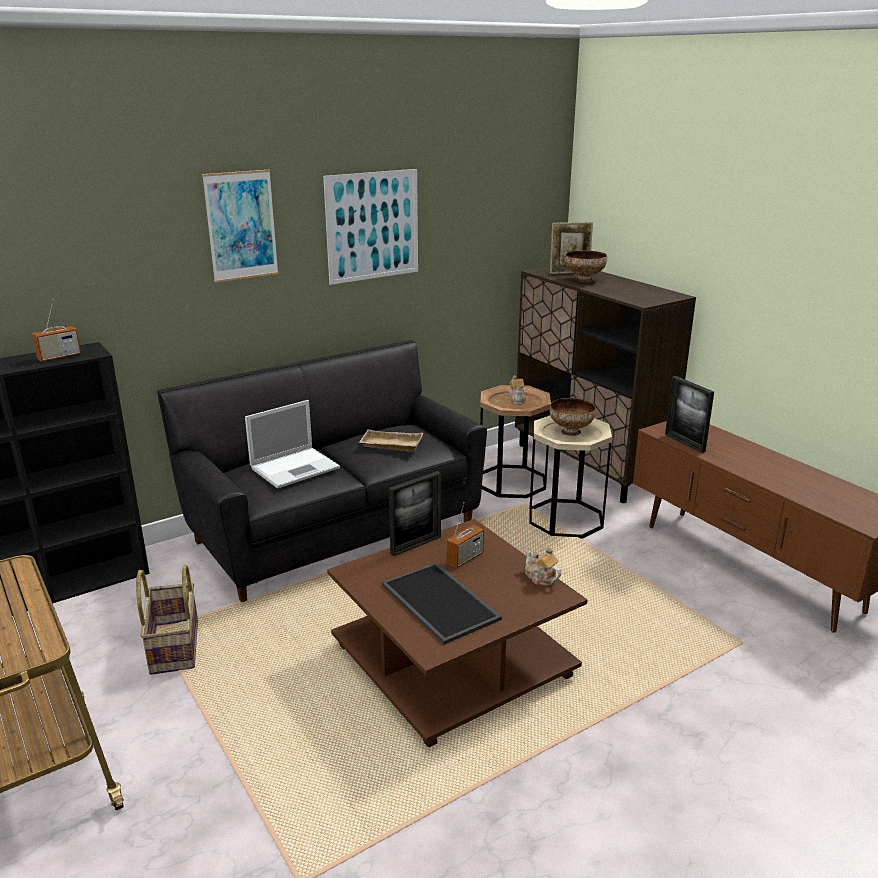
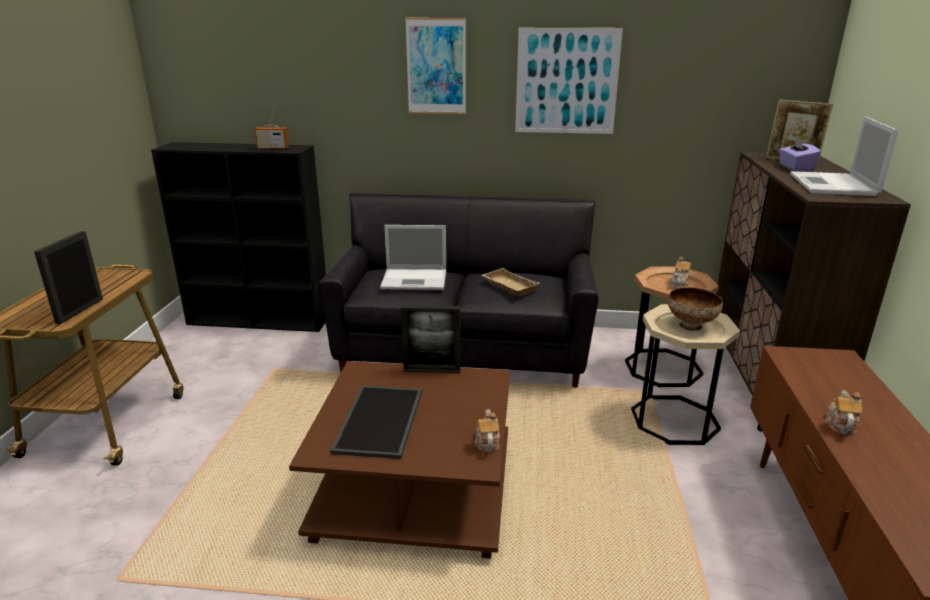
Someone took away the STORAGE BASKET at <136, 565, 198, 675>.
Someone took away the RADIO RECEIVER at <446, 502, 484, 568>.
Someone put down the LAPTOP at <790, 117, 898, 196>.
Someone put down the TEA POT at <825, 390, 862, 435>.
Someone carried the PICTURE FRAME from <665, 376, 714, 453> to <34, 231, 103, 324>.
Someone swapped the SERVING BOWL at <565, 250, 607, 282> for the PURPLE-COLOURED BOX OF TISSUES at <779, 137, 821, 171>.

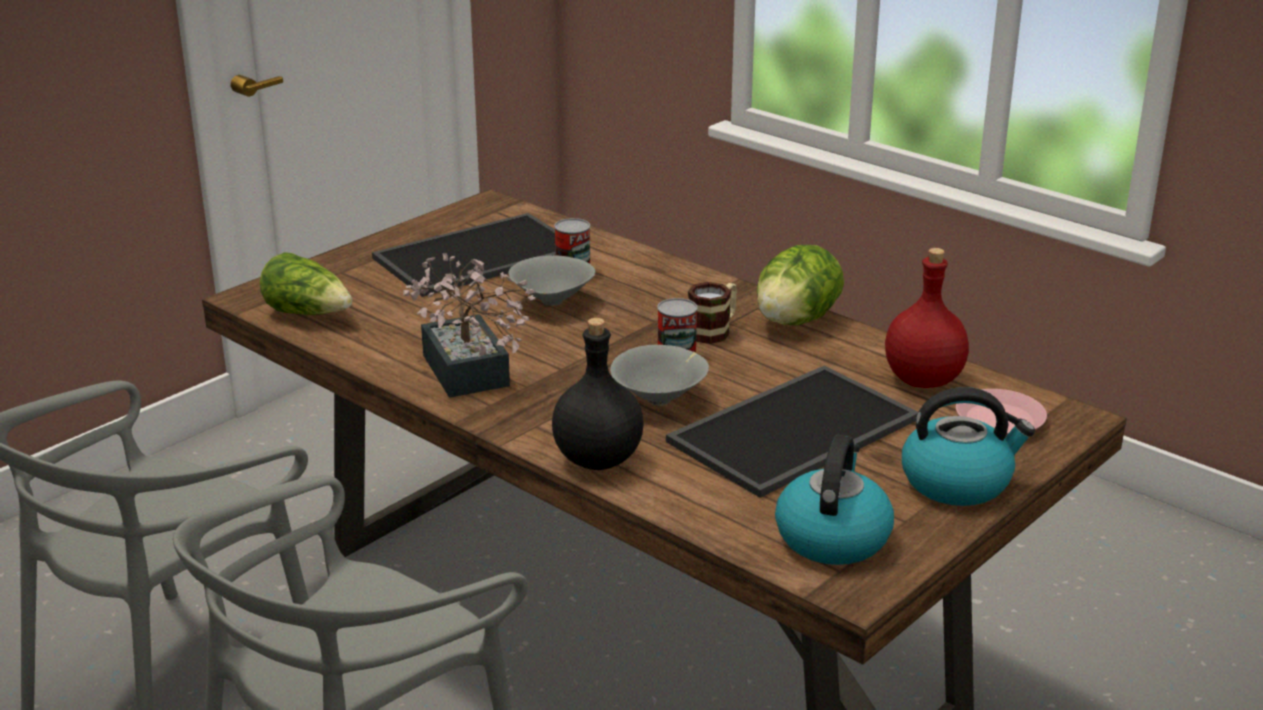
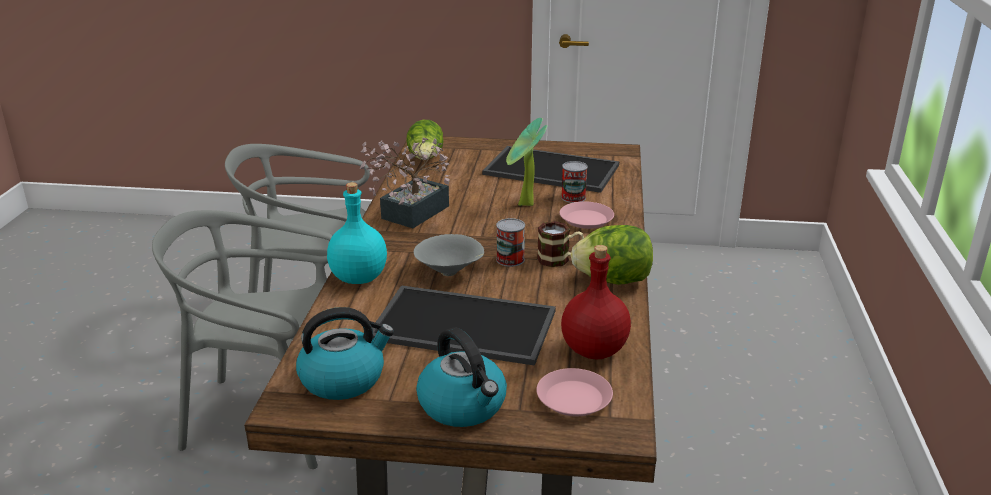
Someone put down the PINK-COLOURED FLAT DISH at <560, 202, 614, 229>.
Someone swapped the GREYISH SERVING BOWL at <509, 255, 595, 306> for the POTTED PLANT at <506, 118, 547, 206>.
Someone repainted the BLACKISH BOTTLE at <552, 318, 644, 470>, which became the TURQUOISE-COLOURED BOTTLE at <327, 182, 387, 284>.

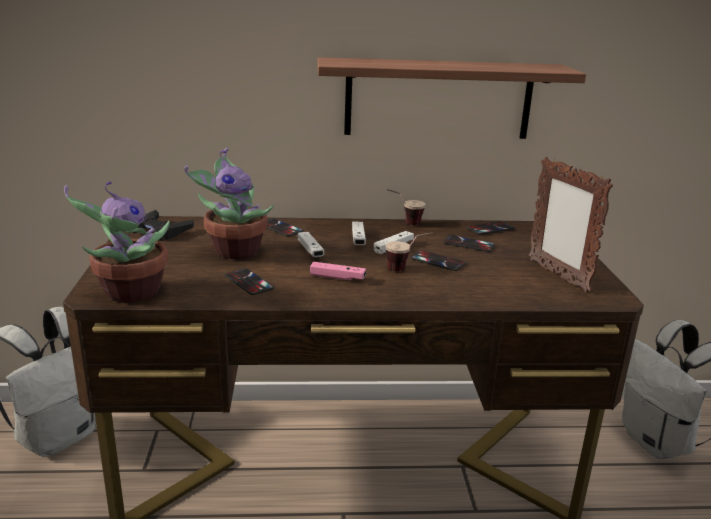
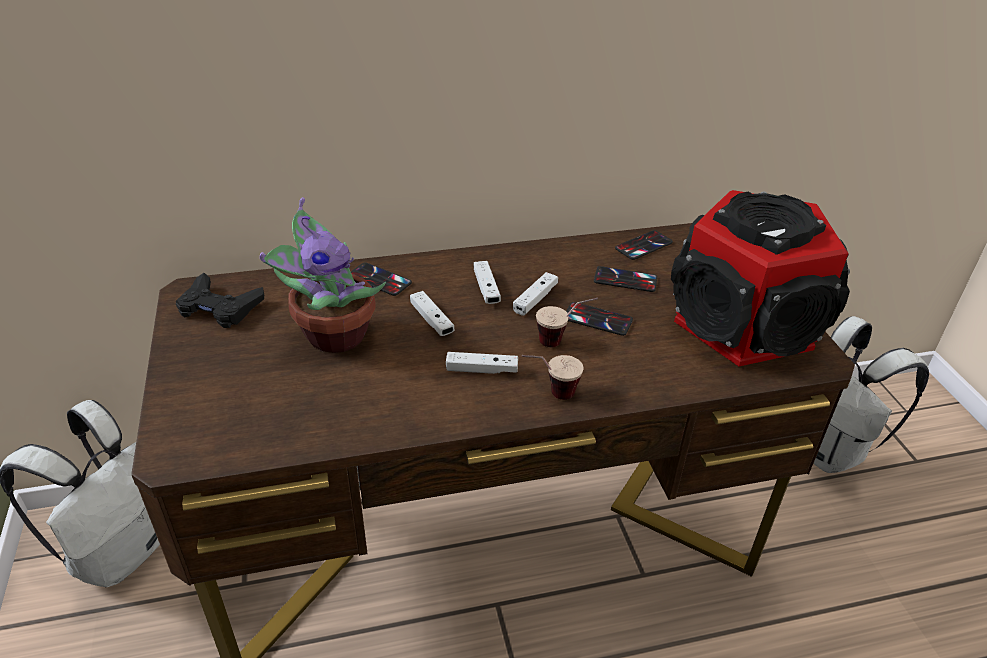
Someone took away the POTTED PLANT at <64, 181, 170, 302>.
Someone took away the PHONE at <225, 268, 274, 295>.
Someone took away the SHELF at <317, 57, 586, 139>.
Someone carried the SMALL CUP from <387, 189, 425, 225> to <521, 355, 584, 400>.
Someone swapped the PICTURE FRAME at <529, 157, 613, 292> for the SPEAKER at <671, 190, 850, 367>.
Someone repainted the PINK-COLOURED GAMEPAD at <310, 262, 366, 280>, which became the WHITE-COLOURED GAMEPAD at <446, 352, 518, 374>.

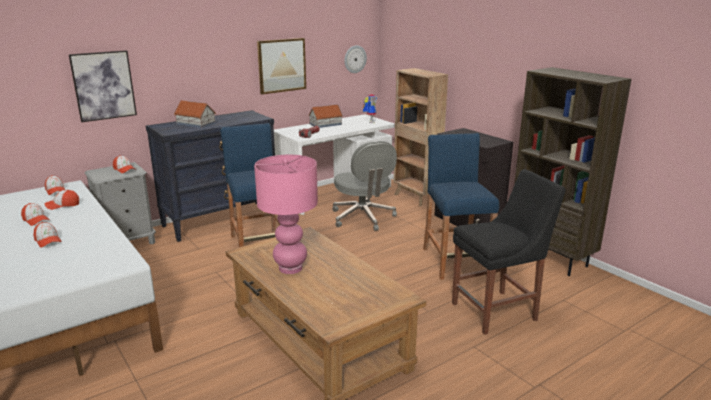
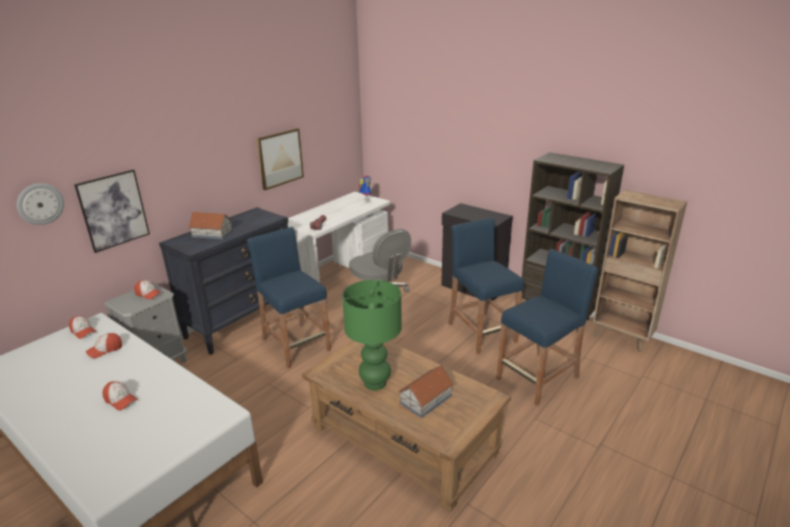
Someone took away the PEAKED CAP at <21, 203, 50, 226>.
Someone carried the MINIATURE HOUSE from <308, 104, 343, 128> to <398, 365, 454, 418>.
Someone carried the HANGING CLOCK from <344, 45, 367, 73> to <17, 183, 64, 225>.
Someone carried the BROWN BOOKCASE from <393, 68, 448, 207> to <593, 190, 687, 352>.
Someone swapped the BLACKISH PLAIN CHAIR at <452, 169, 566, 335> for the BLUE-COLOURED STOOL SEAT at <496, 249, 598, 406>.
Someone repainted the PINK-COLOURED TABLETOP LAMP at <254, 155, 318, 274>, which became the GREEN TABLETOP LAMP at <342, 280, 402, 390>.

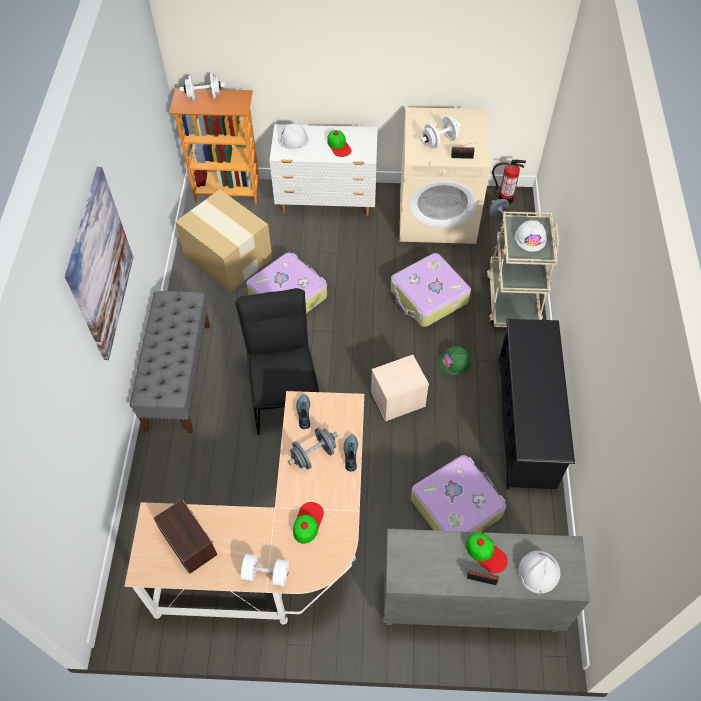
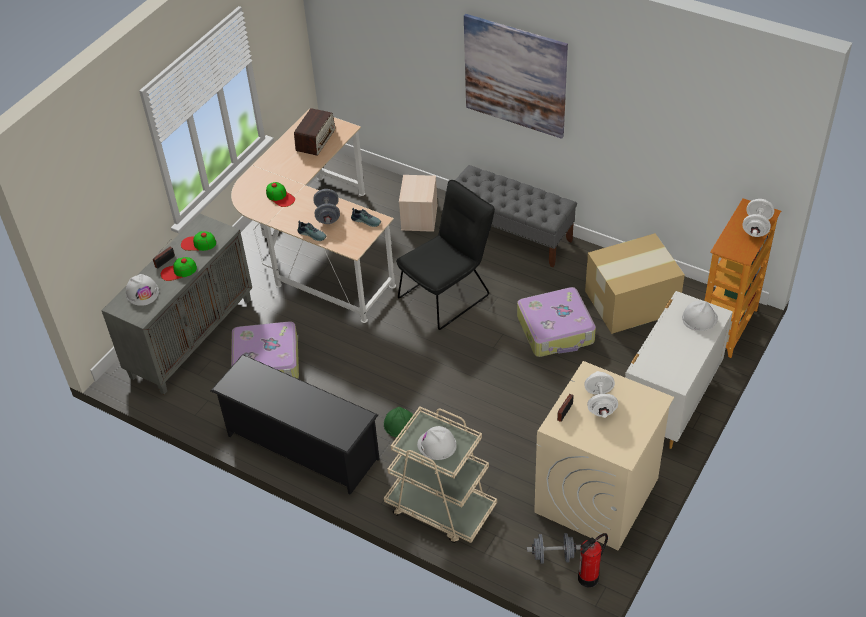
Someone took away the WHITE-COLOURED HAND WEIGHT at <241, 554, 289, 586>.
Someone took away the TRAVEL CASE at <390, 253, 471, 327>.
Someone carried the PEAKED CAP from <327, 130, 351, 157> to <181, 231, 216, 251>.
Someone carried the BEIGE STORAGE BOX from <371, 355, 429, 421> to <399, 175, 438, 232>.
Someone rotated the RADIO RECEIVER at <154, 499, 217, 574> by 60 degrees counterclockwise.
Someone rotated the BLACKISH PLAIN CHAIR at <235, 288, 319, 435> by 60 degrees counterclockwise.

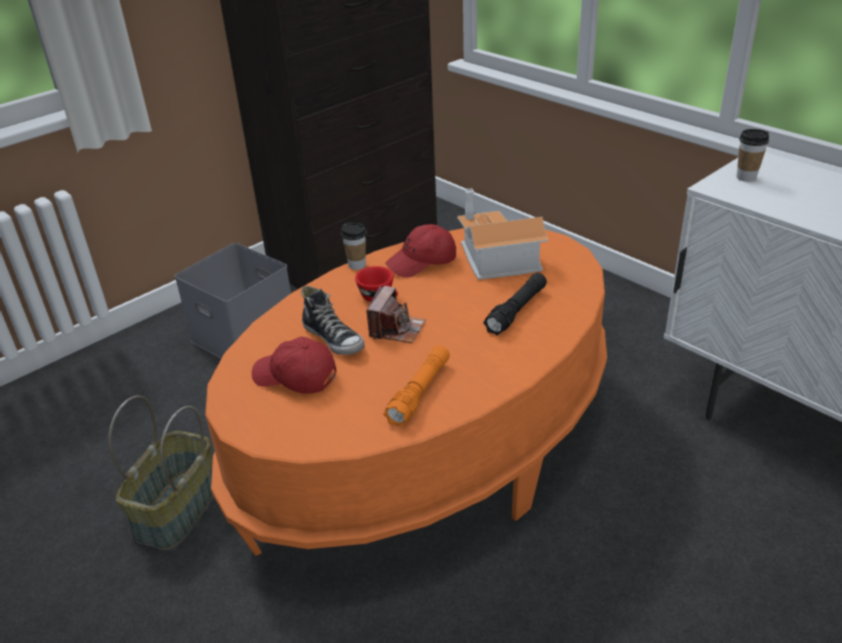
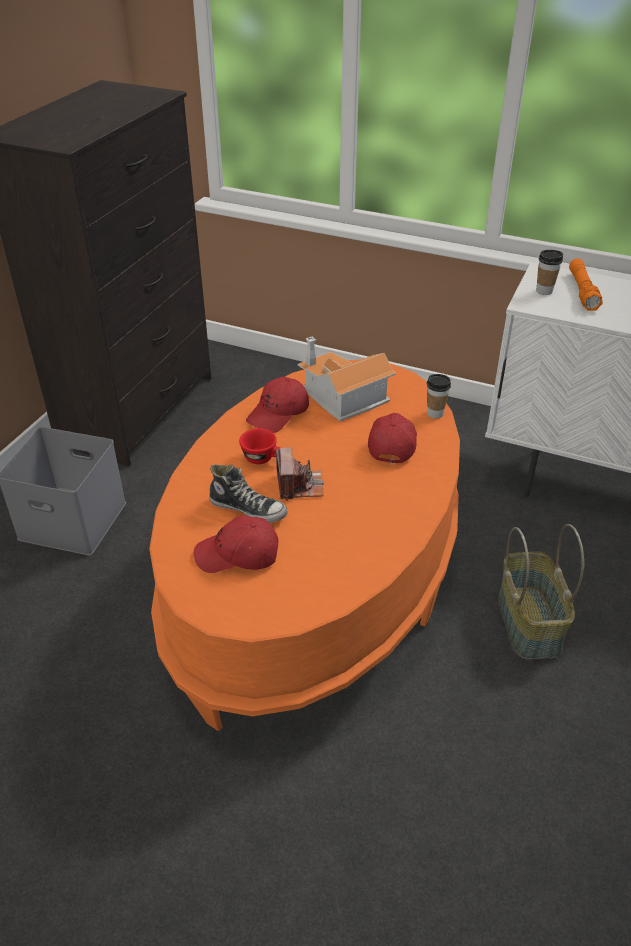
Someone carried the STORAGE BASKET from <108, 395, 213, 550> to <498, 524, 584, 660>.
Someone carried the SMALL CUP from <341, 223, 366, 270> to <427, 374, 451, 419>.
Someone carried the ORANGE-COLOURED TORCH from <383, 345, 450, 427> to <569, 258, 603, 311>.
Someone swapped the BLACKISH TORCH at <483, 273, 547, 335> for the RED-COLOURED PEAKED CAP at <368, 413, 417, 464>.

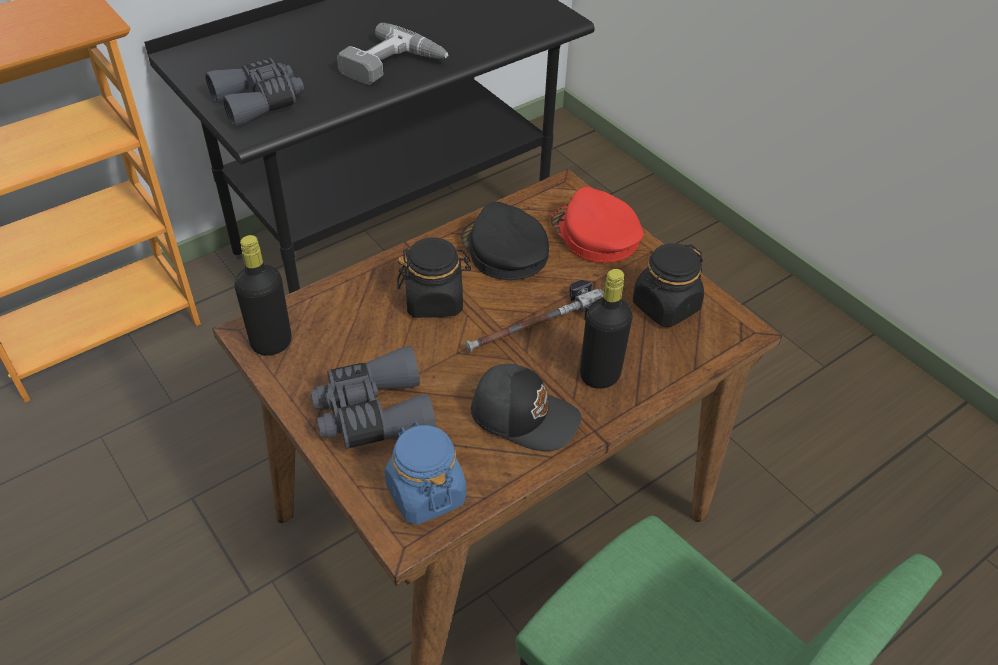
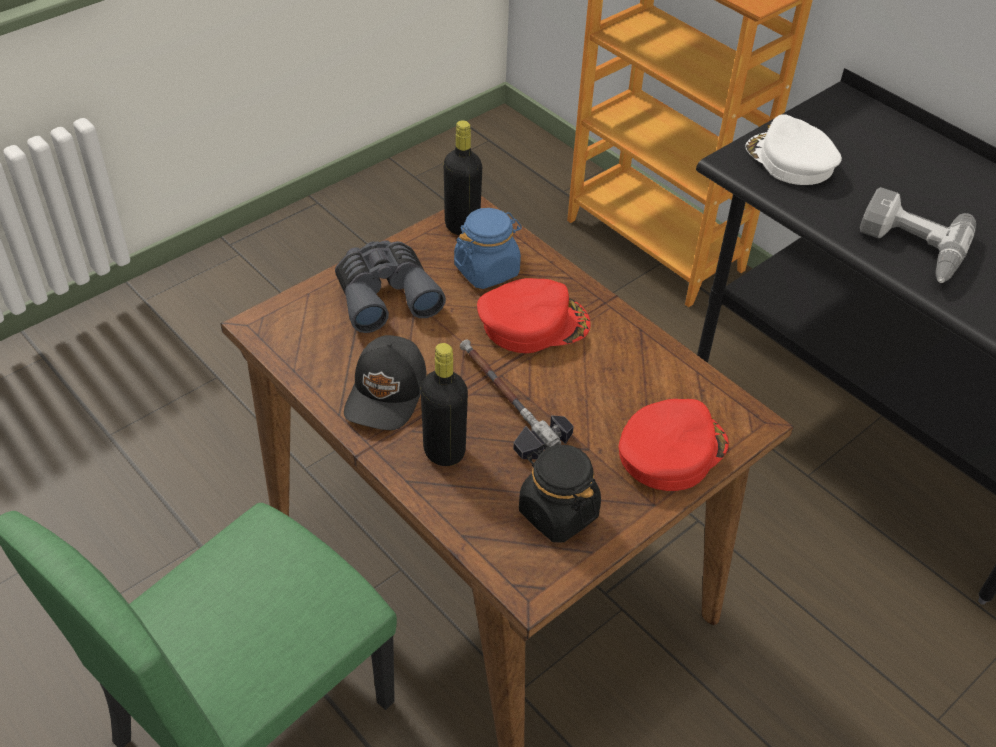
Someone took away the BLACKISH PEAKED CAP at <461, 202, 549, 280>.
Someone carried the BLUE-COLOURED STORAGE JAR from <385, 422, 466, 525> to <454, 208, 522, 289>.
Someone swapped the GREYISH FIELD GLASSES at <205, 58, 304, 128> for the WHITE-COLOURED PEAKED CAP at <746, 114, 842, 185>.
Someone swapped the BLACKISH STORAGE JAR at <397, 237, 472, 318> for the RED-COLOURED PEAKED CAP at <477, 278, 591, 353>.

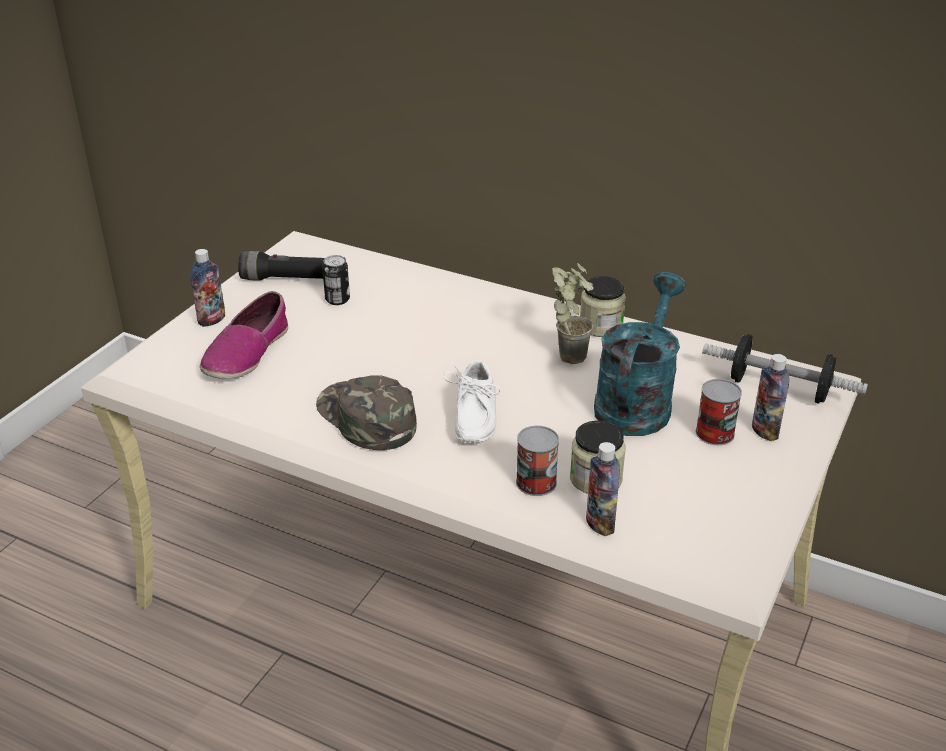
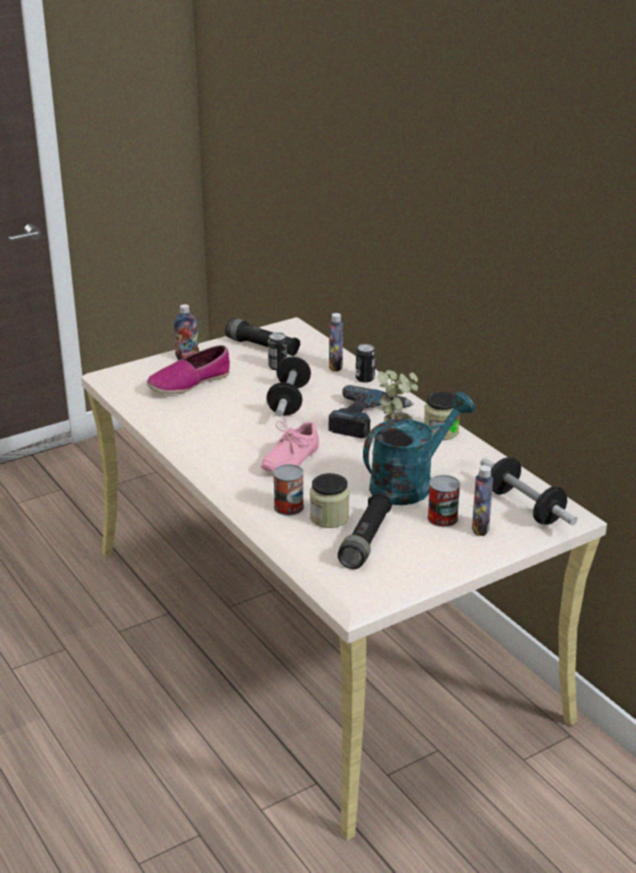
Someone took away the GREEN PEAKED CAP at <316, 375, 417, 450>.
Someone put down the HAND WEIGHT at <266, 356, 311, 417>.
Someone put down the DRILL at <329, 385, 414, 438>.
Someone put down the BLACKISH TORCH at <338, 493, 392, 569>.
Someone put down the SEALED CAN at <356, 344, 375, 383>.
Someone carried the BOTTLE from <586, 442, 620, 536> to <329, 313, 343, 372>.
Someone repainted the WHITE-COLOURED ITEM OF FOOTWEAR at <443, 360, 501, 443>, which became the PINK-COLOURED ITEM OF FOOTWEAR at <261, 414, 319, 472>.

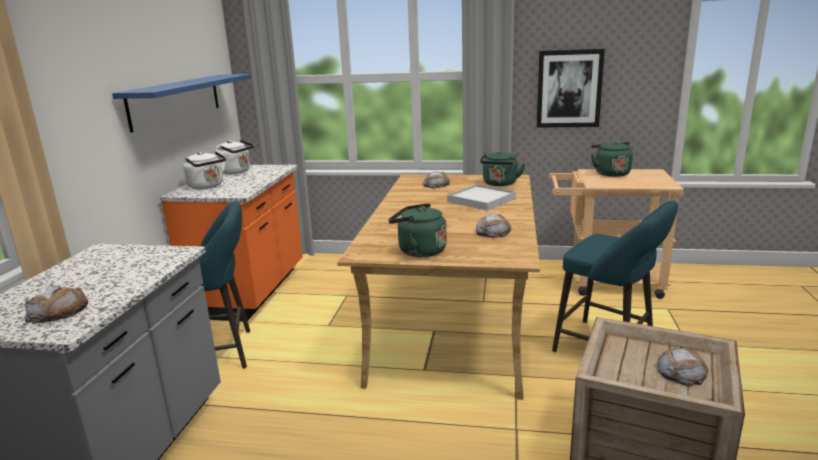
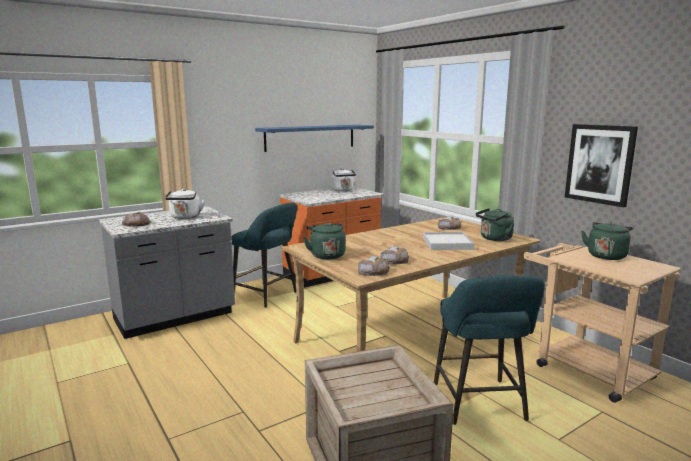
Someone carried the WHITE-COLOURED KETTLE from <183, 151, 226, 189> to <165, 189, 206, 219>.
Someone carried the BAKERY BREAD from <658, 346, 709, 386> to <358, 256, 390, 276>.

